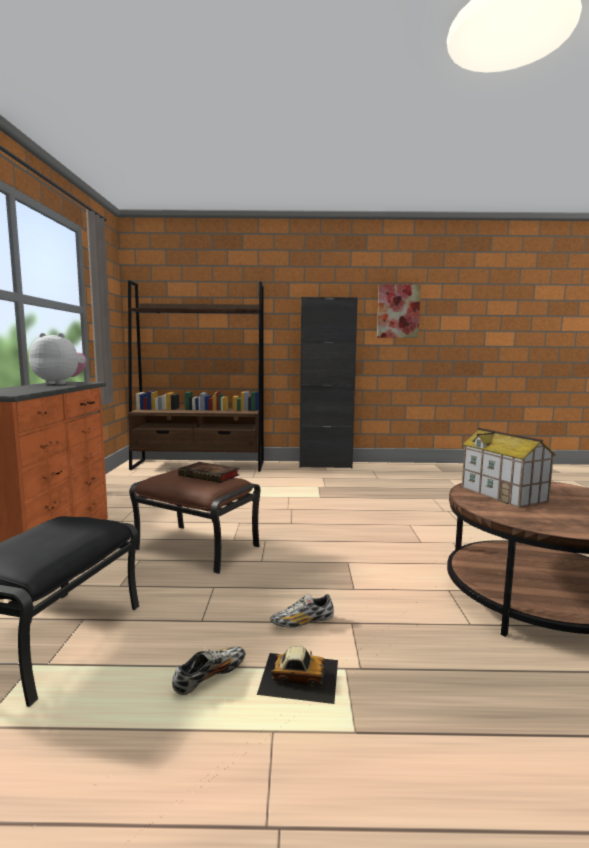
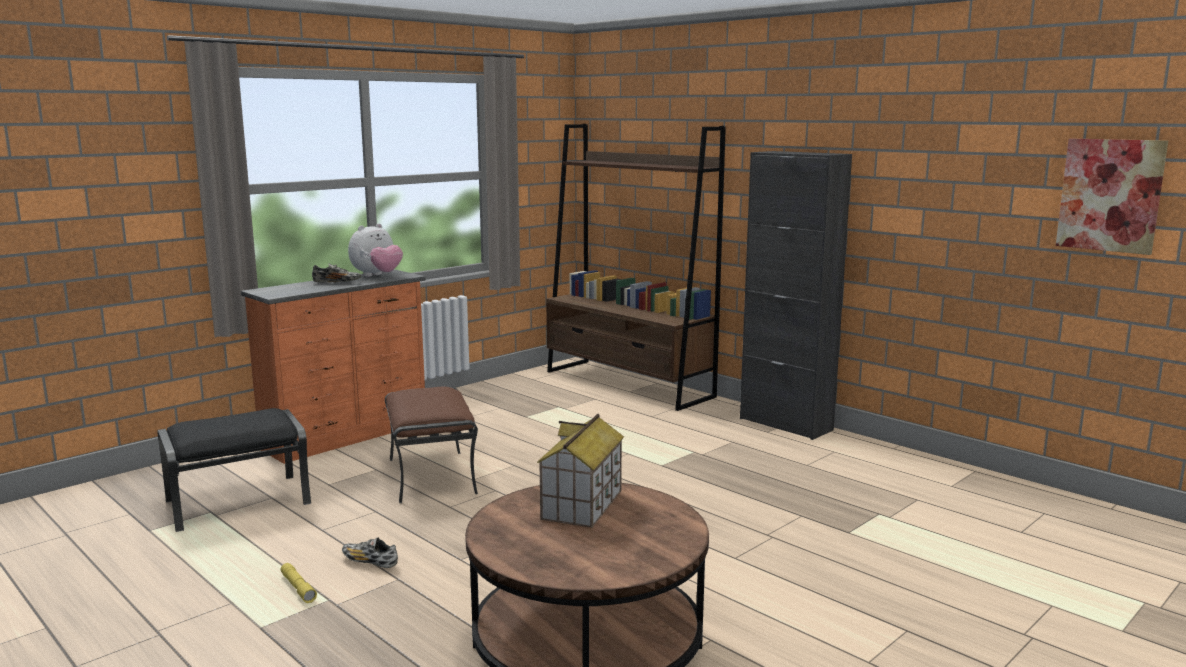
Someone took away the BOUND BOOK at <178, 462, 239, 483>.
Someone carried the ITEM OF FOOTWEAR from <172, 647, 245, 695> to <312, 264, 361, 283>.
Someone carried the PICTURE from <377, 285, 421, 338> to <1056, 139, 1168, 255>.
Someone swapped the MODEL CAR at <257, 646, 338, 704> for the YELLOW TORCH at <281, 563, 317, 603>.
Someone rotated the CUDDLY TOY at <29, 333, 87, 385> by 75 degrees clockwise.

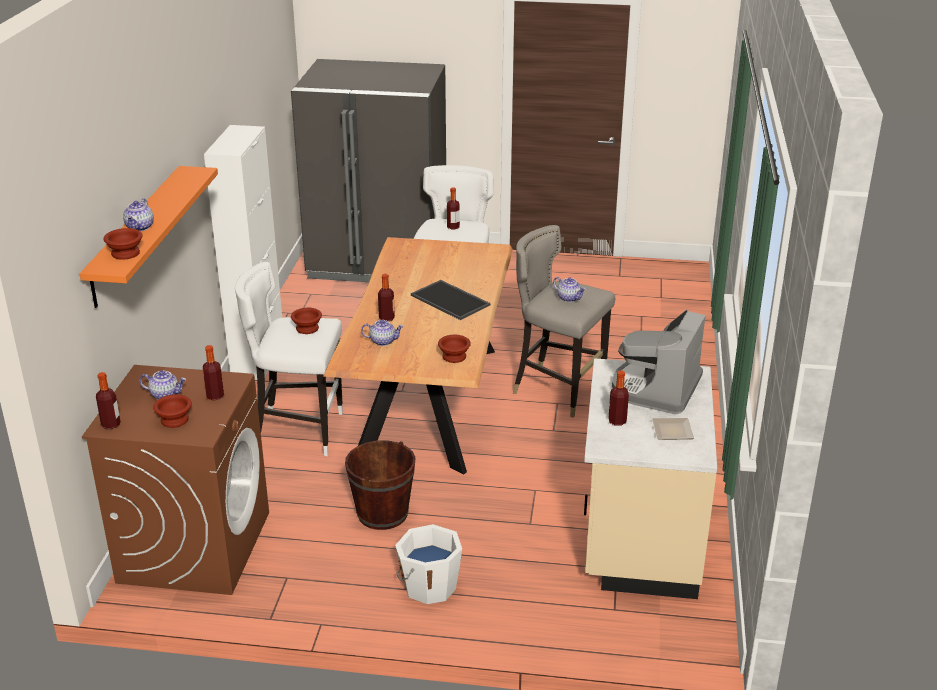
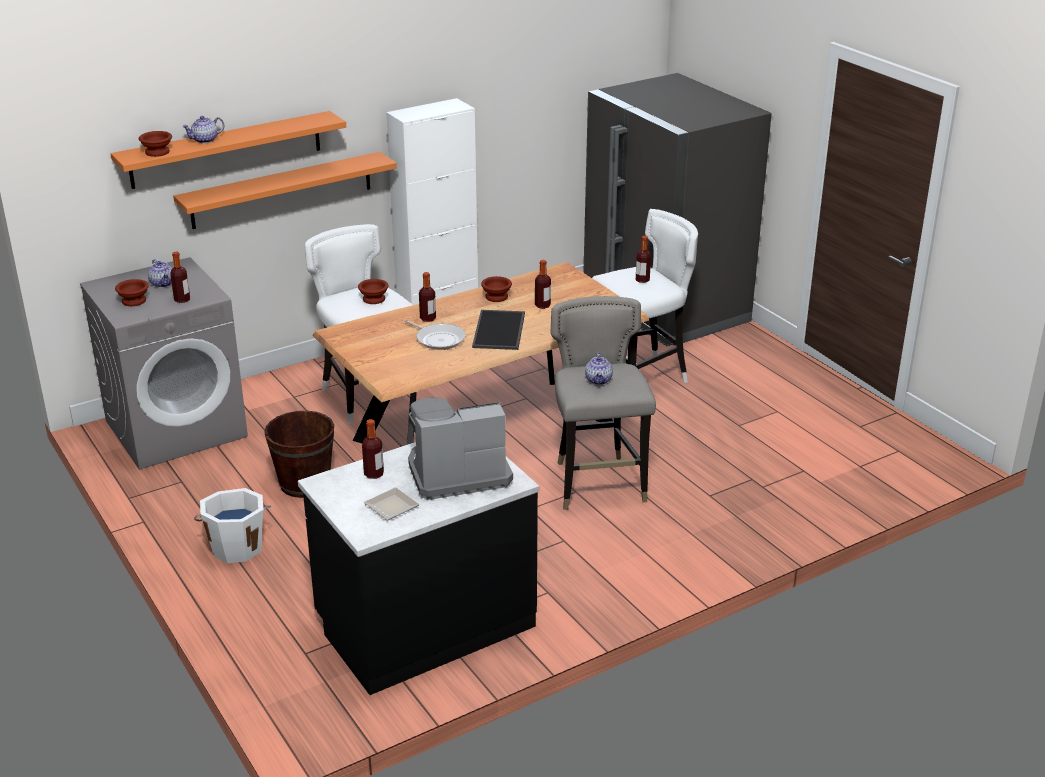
Someone took away the TEA POT at <361, 319, 404, 346>.
Someone put up the ORANGE-COLOURED SHELF at <173, 152, 397, 229>.
Someone put down the PAN at <404, 320, 466, 350>.
Someone carried the BOTTLE from <96, 372, 121, 429> to <535, 260, 551, 309>.
Someone carried the BROWN SERVING BOWL from <438, 335, 471, 363> to <481, 276, 512, 302>.
Someone repainted the BROWN LAUNDRY APPLIANCE at <82, 365, 269, 595>, which became the GREYISH LAUNDRY APPLIANCE at <80, 257, 248, 470>.
Someone repainted the BEIGE KITCHEN BASE UNIT at <584, 358, 717, 599>, which became the BLACKISH KITCHEN BASE UNIT at <298, 442, 539, 695>.

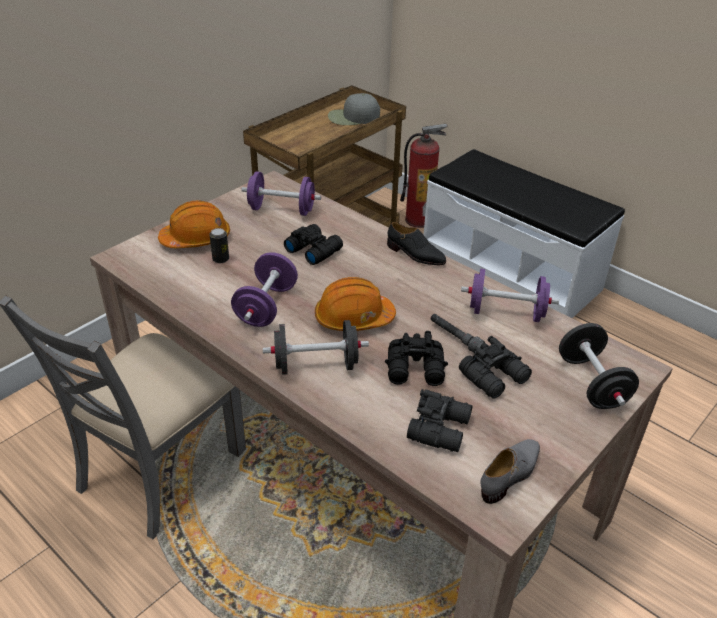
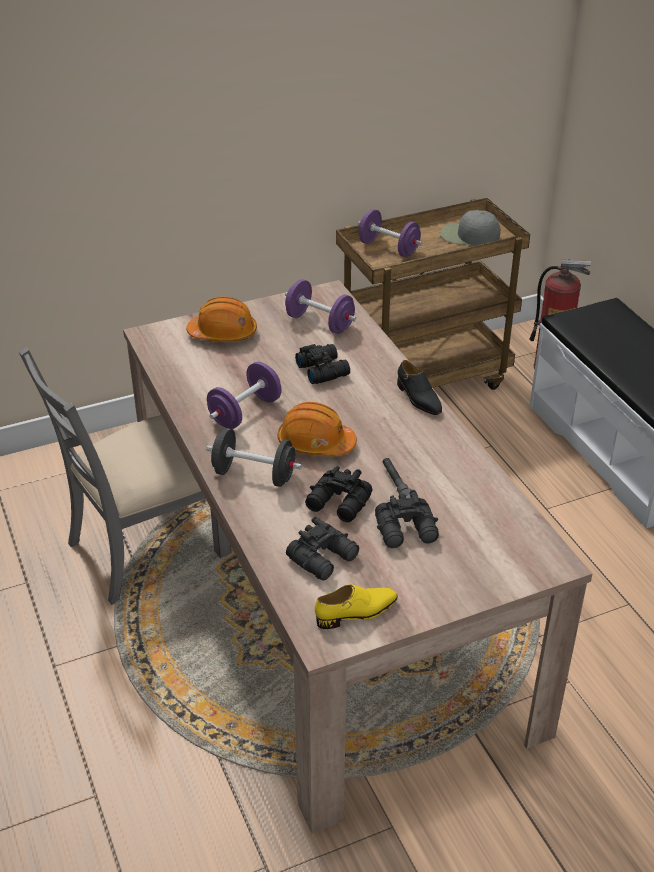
Someone took away the SEALED CAN at <209, 228, 229, 263>.
Someone took away the BLACKISH HAND WEIGHT at <559, 323, 639, 409>.
Someone carried the PURPLE-COLOURED HAND WEIGHT from <461, 269, 559, 322> to <358, 209, 422, 257>.
Someone repainted the GREYISH ITEM OF FOOTWEAR at <480, 439, 540, 504>, which became the YELLOW ITEM OF FOOTWEAR at <315, 584, 398, 629>.

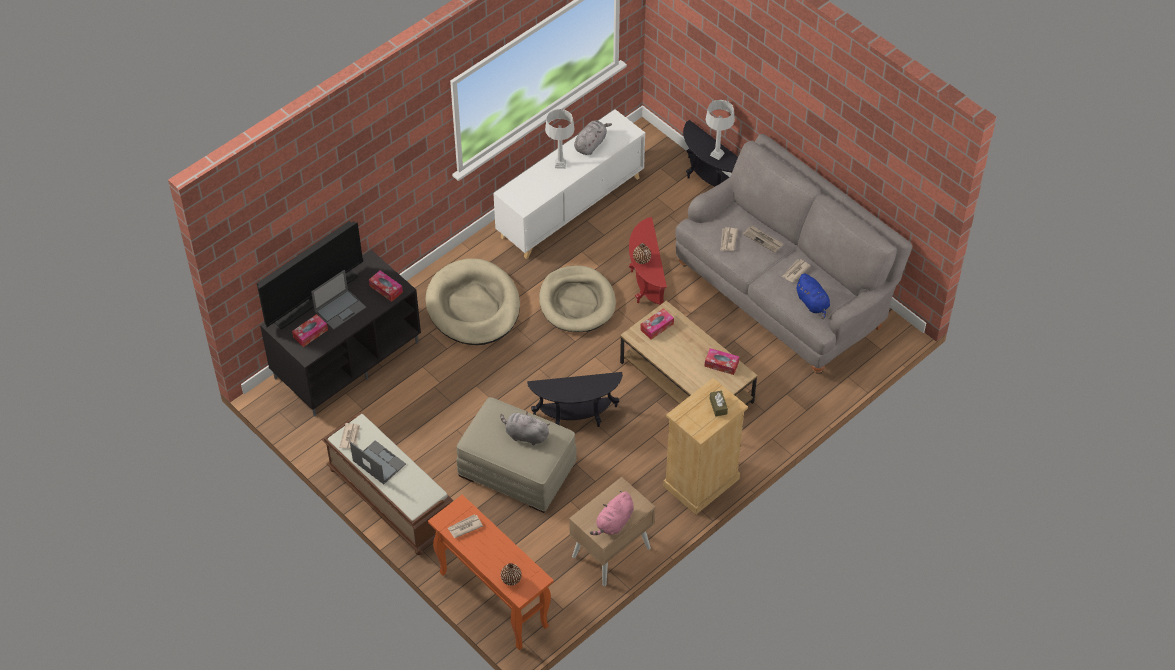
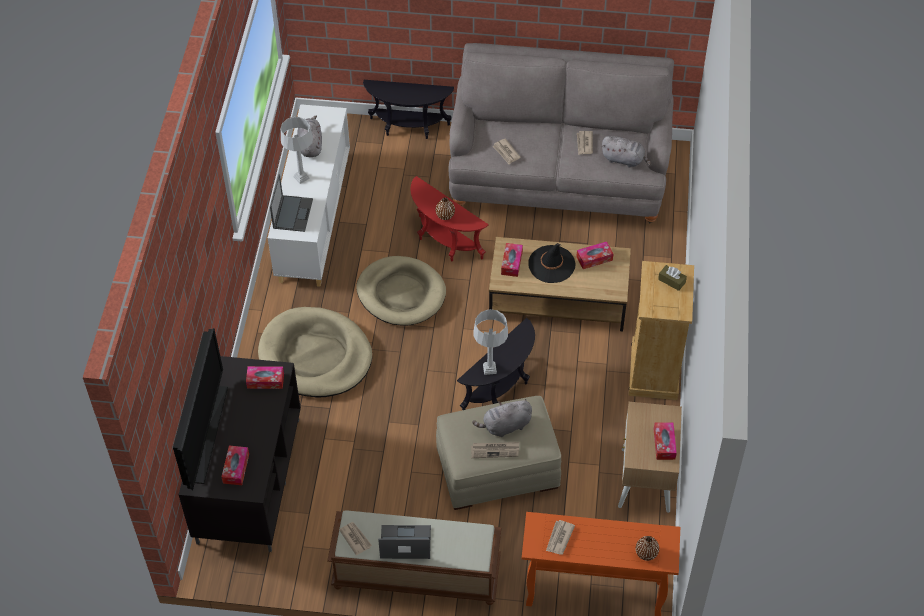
Someone put down the BLACKISH WEARABLE HAT at <528, 243, 575, 283>.
Someone carried the LAPTOP from <311, 270, 366, 330> to <270, 174, 313, 232>.
Someone carried the GREYISH TABLETOP LAMP from <705, 100, 735, 160> to <474, 309, 508, 375>.
Someone carried the DAILY PAPER from <743, 226, 783, 253> to <471, 442, 519, 458>.
Someone swapped the PINK-COLOURED CUDDLY TOY at <590, 491, 634, 535> for the BOX OF TISSUES at <654, 422, 677, 460>.
Someone repainted the BLUE-COLOURED CUDDLY TOY at <795, 274, 830, 319>, which became the GREYISH CUDDLY TOY at <601, 136, 651, 168>.

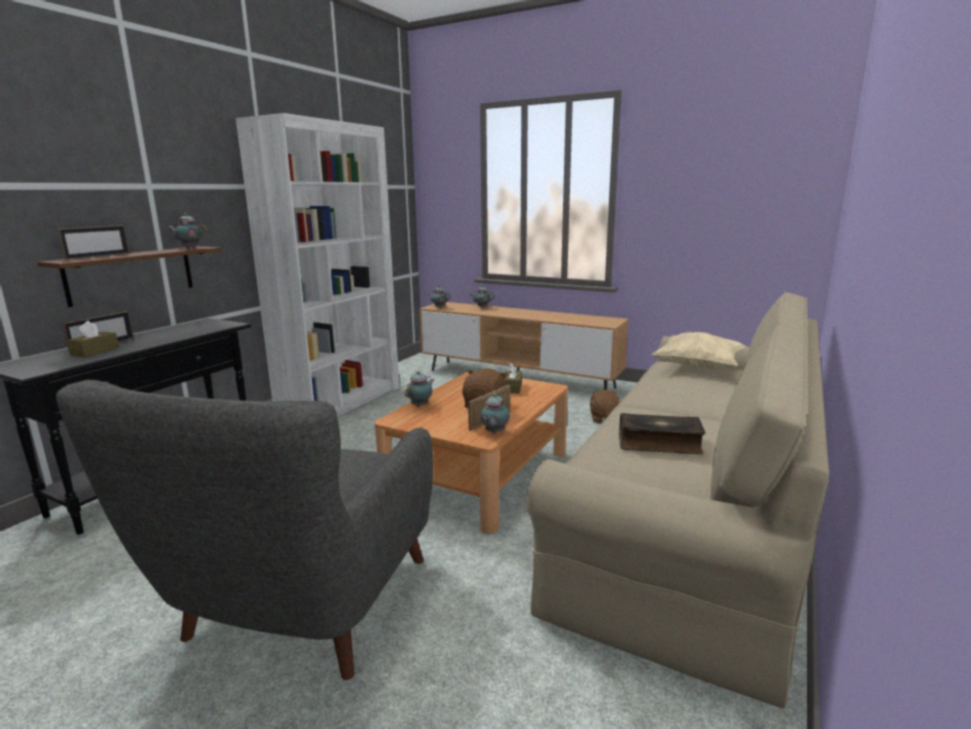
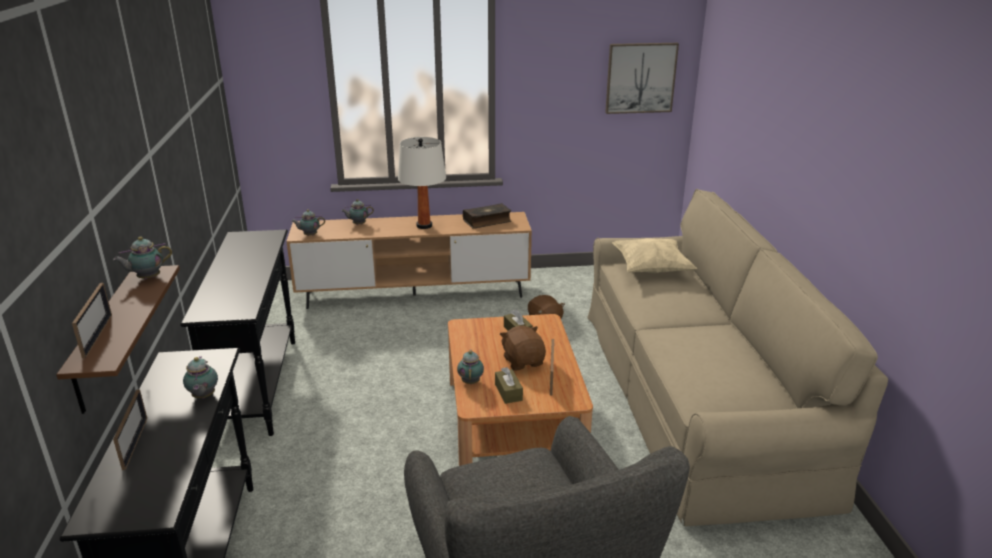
Someone put down the WHITE-COLOURED TABLETOP LAMP at <398, 137, 446, 229>.
Someone put up the PICTURE at <605, 43, 679, 114>.
Someone carried the BROWN BOX OF TISSUES from <67, 321, 119, 357> to <495, 367, 523, 404>.
Someone carried the TEA POT from <480, 393, 510, 434> to <183, 356, 218, 399>.
Someone carried the BOUND BOOK from <619, 413, 705, 454> to <463, 203, 511, 229>.
Someone swapped the WHITE-COLOURED BOOKCASE at <236, 113, 399, 417> for the BLACKISH NARROW TABLE at <180, 230, 295, 436>.

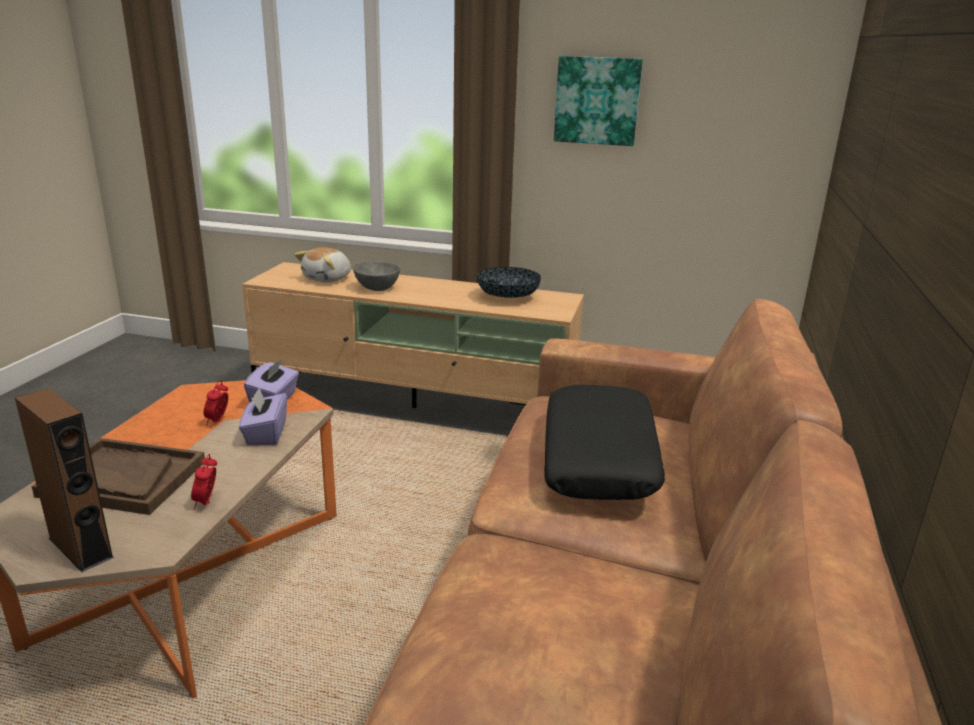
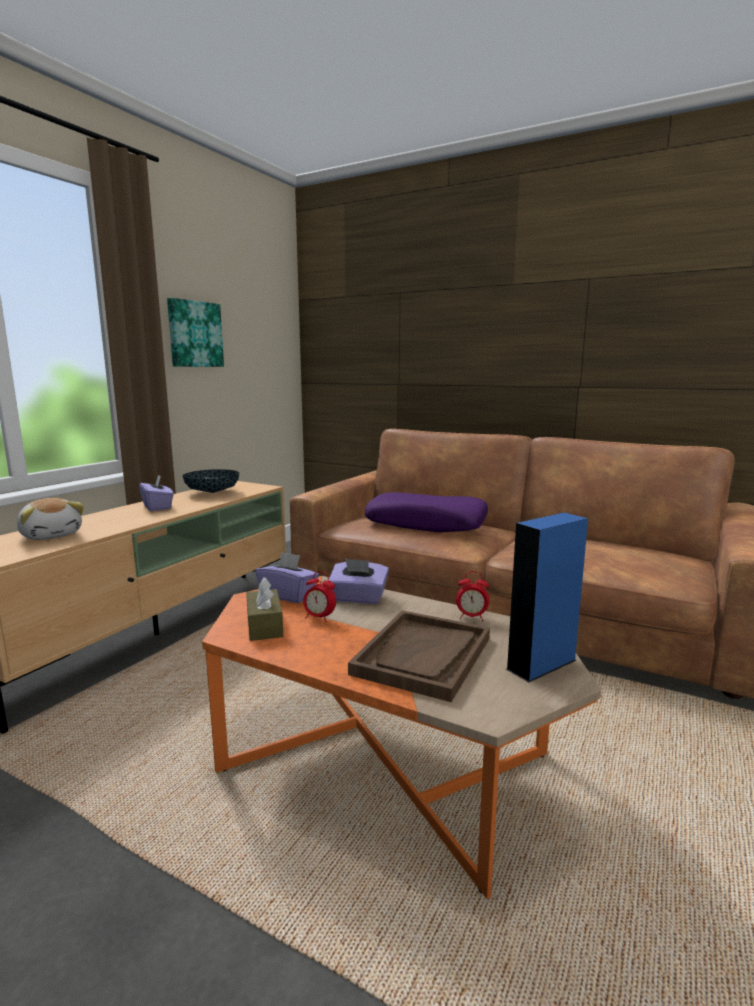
Someone took away the GREYISH SERVING BOWL at <353, 261, 400, 291>.
Someone put down the PURPLE-COLOURED BOX OF TISSUES at <139, 474, 174, 511>.
Someone put down the BROWN BOX OF TISSUES at <246, 578, 283, 641>.
Someone repainted the BROWN SPEAKER at <15, 388, 114, 572>, which became the BLUE-COLOURED SPEAKER at <506, 512, 588, 682>.
Someone repainted the BLACKISH PILLOW at <544, 385, 665, 500>, which became the PURPLE-COLOURED PILLOW at <365, 492, 488, 532>.

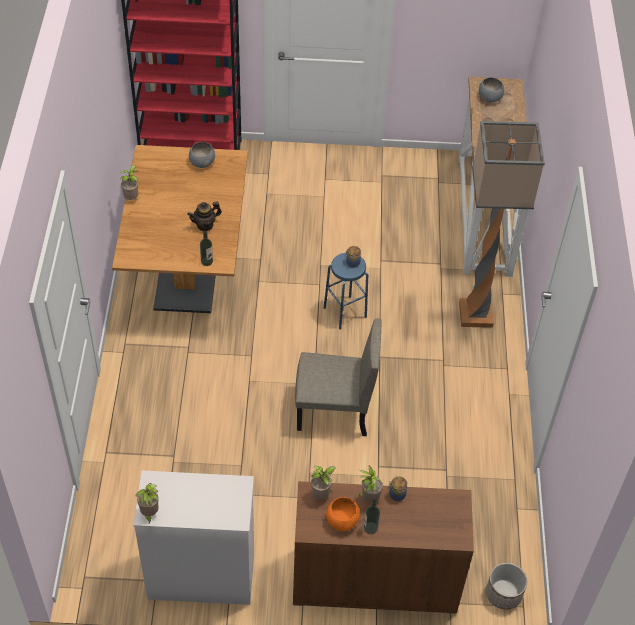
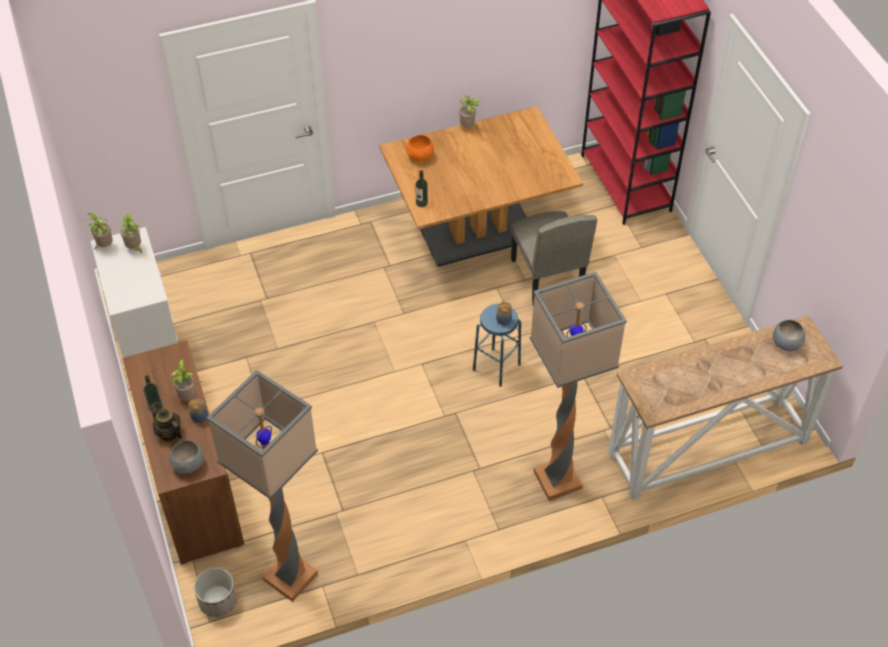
Someone put down the STANDARD LAMP at <206, 370, 318, 602>.
Someone carried the TEA POT from <187, 202, 222, 231> to <150, 405, 182, 442>.
Someone carried the GREYISH SERVING BOWL from <189, 142, 215, 168> to <169, 440, 204, 474>.
Someone carried the BEIGE PLAIN CHAIR from <295, 318, 382, 436> to <510, 211, 597, 306>.
Someone carried the POTTED PLANT from <311, 466, 336, 499> to <120, 213, 142, 254>.
Someone carried the ORANGE-COLOURED SERVING BOWL from <326, 497, 360, 531> to <406, 135, 434, 162>.

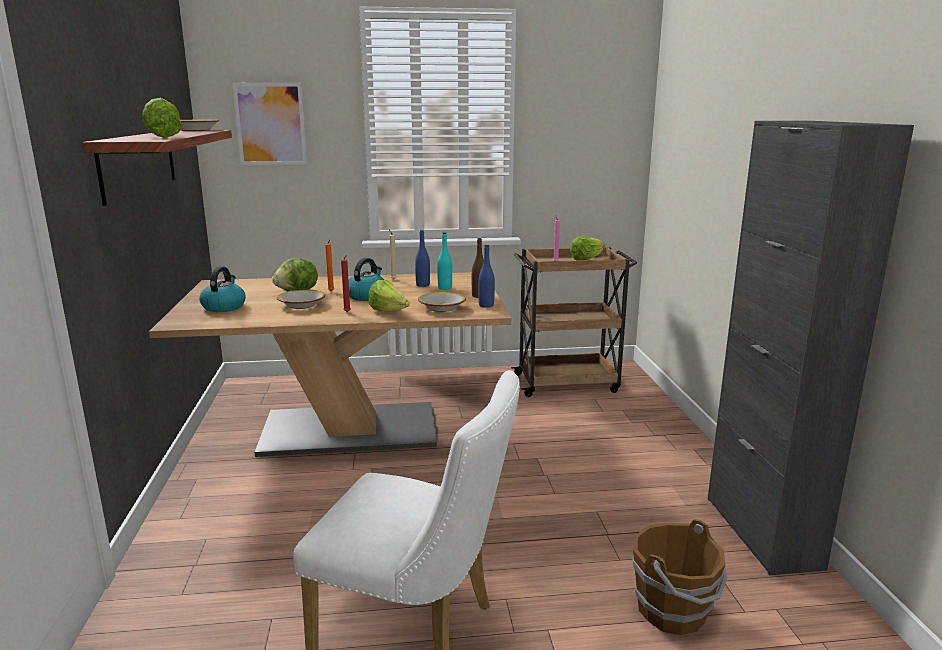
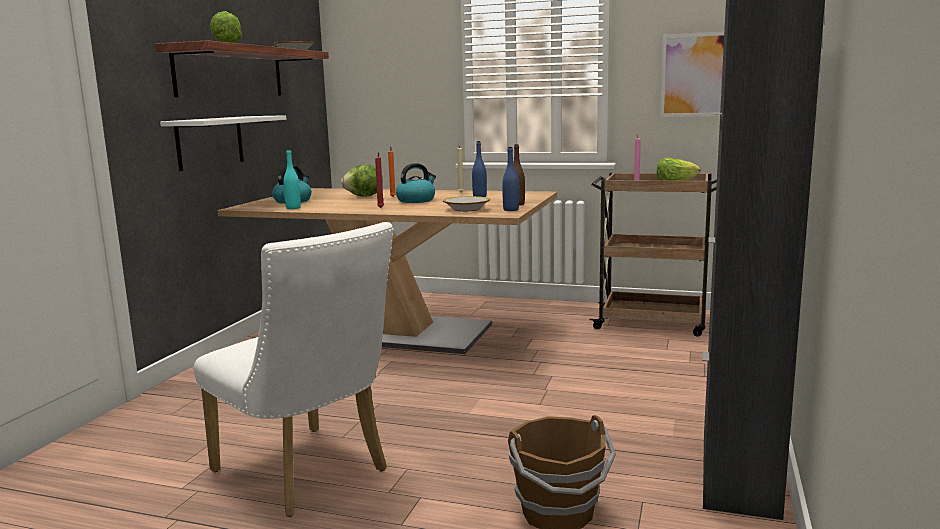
Someone took away the SERVING BOWL at <277, 290, 325, 309>.
Someone took away the HEAD OF LETTUCE at <369, 280, 410, 312>.
Someone put up the WHITE-COLOURED SHELF at <160, 115, 286, 171>.
Someone carried the PICTURE from <232, 83, 307, 165> to <660, 31, 724, 117>.
Someone carried the TURQUOISE-COLOURED BOTTLE from <437, 232, 452, 290> to <283, 149, 301, 209>.

